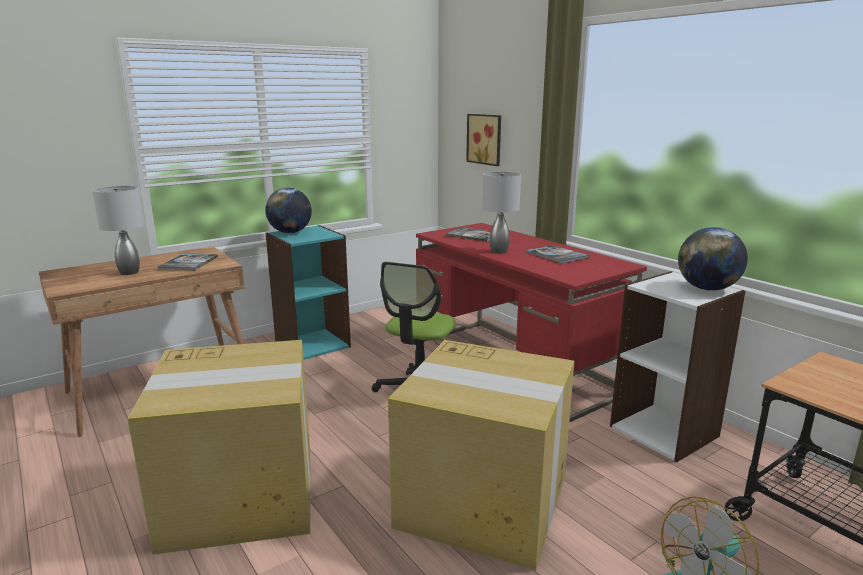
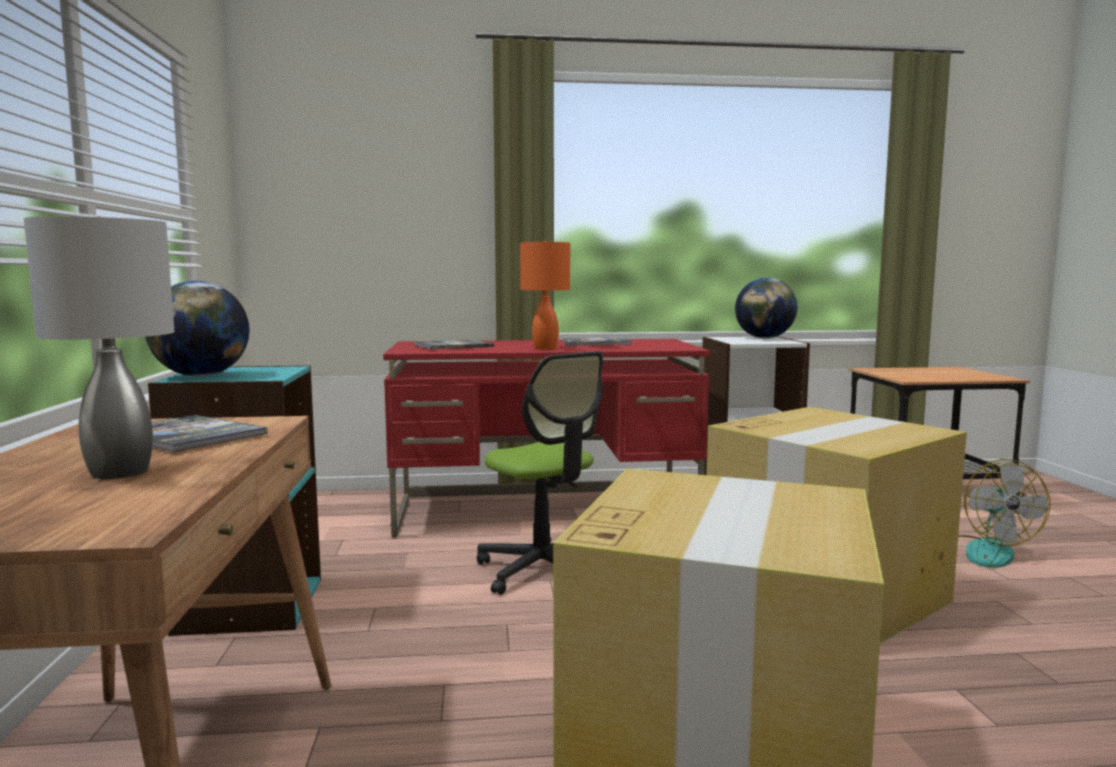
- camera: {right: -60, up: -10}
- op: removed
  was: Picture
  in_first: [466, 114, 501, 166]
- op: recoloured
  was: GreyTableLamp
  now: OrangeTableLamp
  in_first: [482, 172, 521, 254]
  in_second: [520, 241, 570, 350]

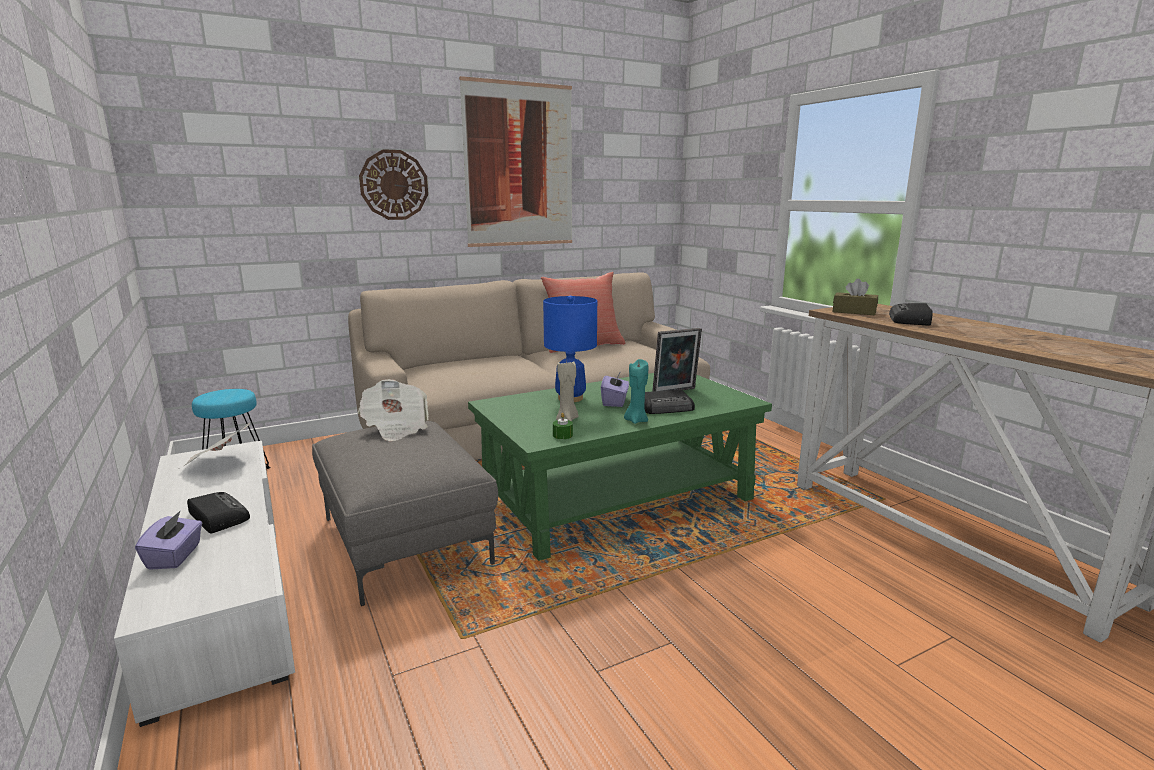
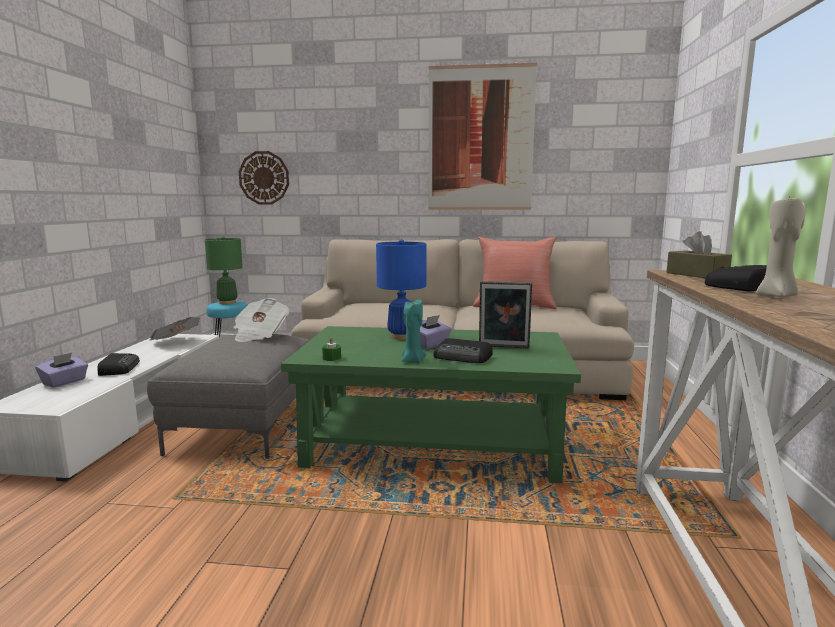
- camera: {right: 35, up: -5}
- op: added
  now: GreenTableLamp
  in_second: [205, 236, 243, 304]
- op: moved
  was: WallClock
  in_first: [359, 149, 428, 220]
  in_second: [239, 151, 289, 205]
- op: moved
  was: BeigeCandle
  in_first: [556, 360, 579, 421]
  in_second: [756, 198, 805, 297]

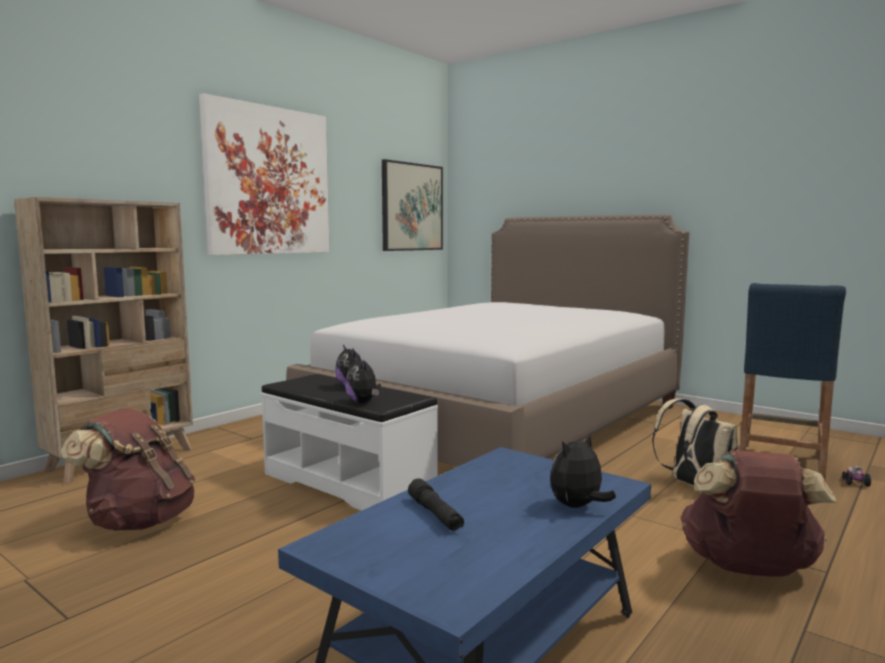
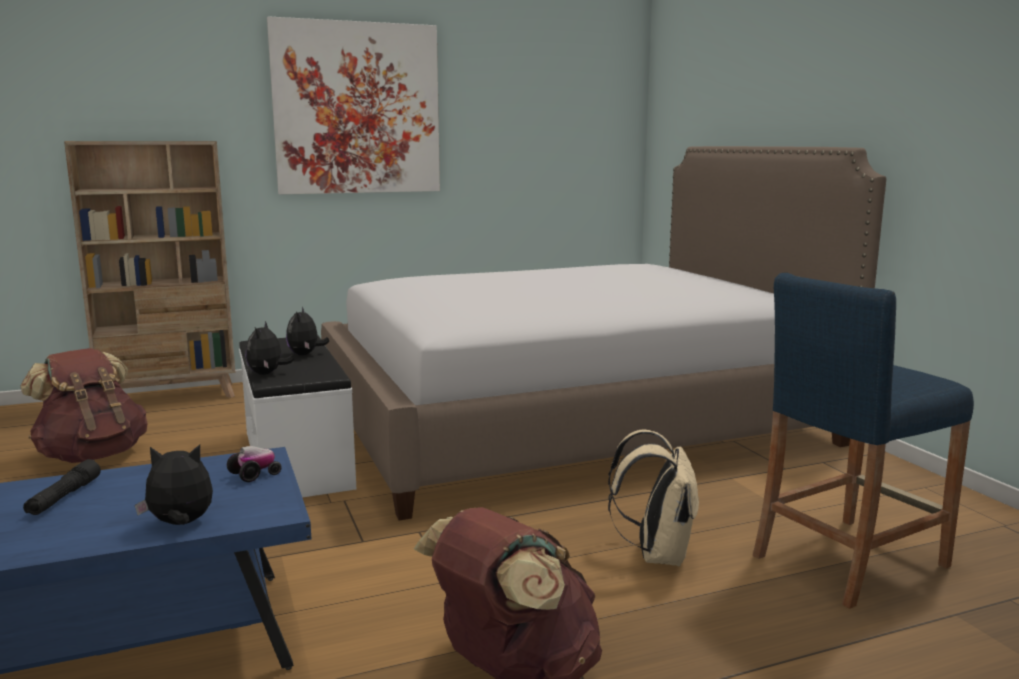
- camera: {right: 30, up: 5}
- op: removed
  was: Picture
  in_first: [382, 159, 443, 251]
- op: moved
  was: ToyCar
  in_first: [842, 466, 871, 487]
  in_second: [227, 446, 282, 482]

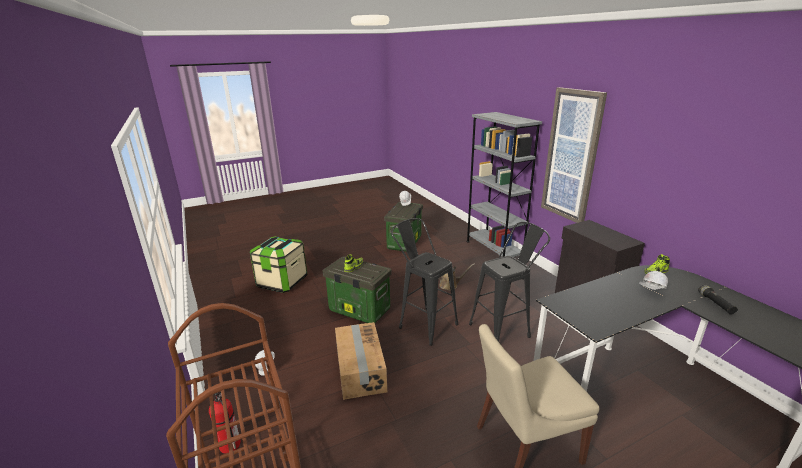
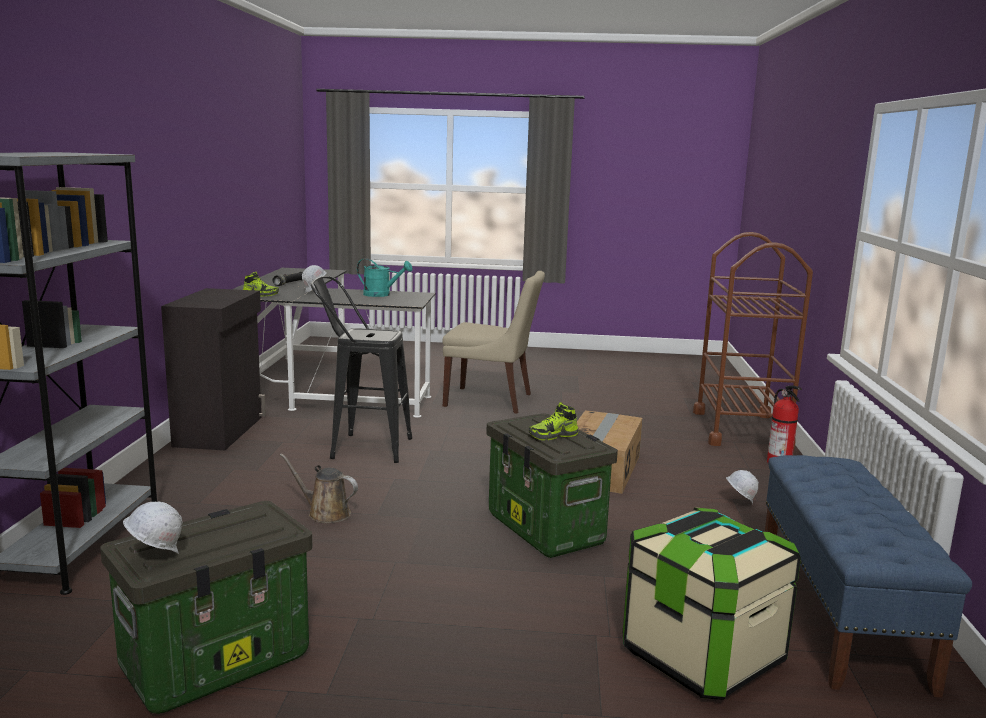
- camera: {right: -150, up: -10}
- op: removed
  was: BlackStool
  in_first: [391, 218, 458, 346]
- op: removed
  was: Picture
  in_first: [541, 87, 607, 223]
- op: added
  now: TurquoiseWateringCan
  in_second: [357, 258, 413, 297]
- op: added
  now: BlueBench
  in_second: [765, 455, 972, 698]

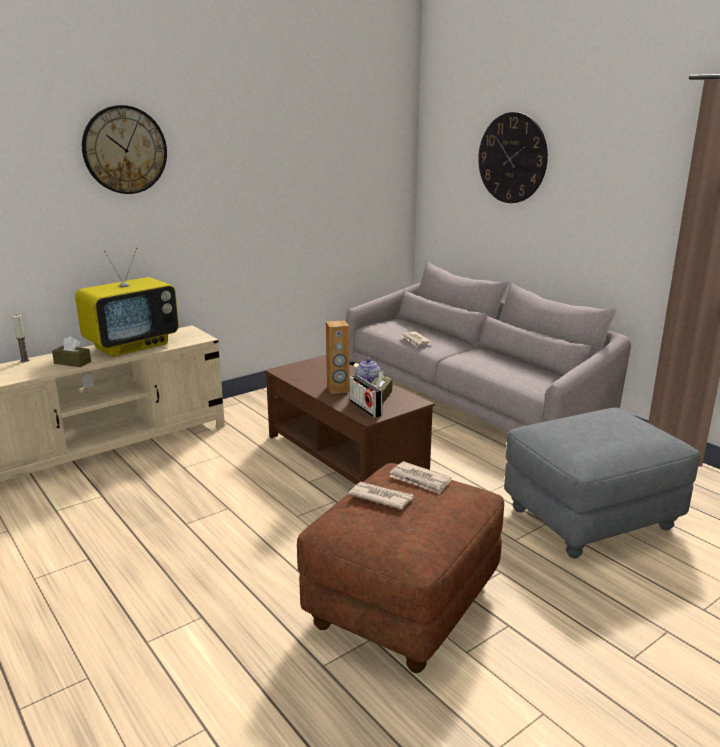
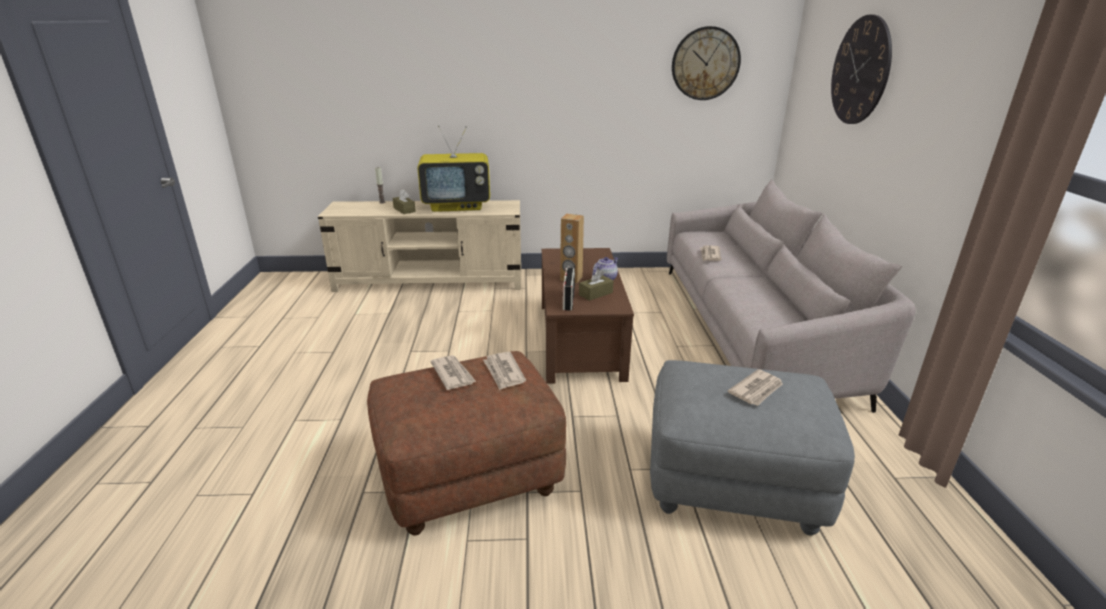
- camera: {right: 35, up: 5}
- op: added
  now: Newspaper
  in_second: [727, 369, 783, 406]
- op: moved
  was: WallClock
  in_first: [82, 105, 167, 194]
  in_second: [672, 26, 741, 100]

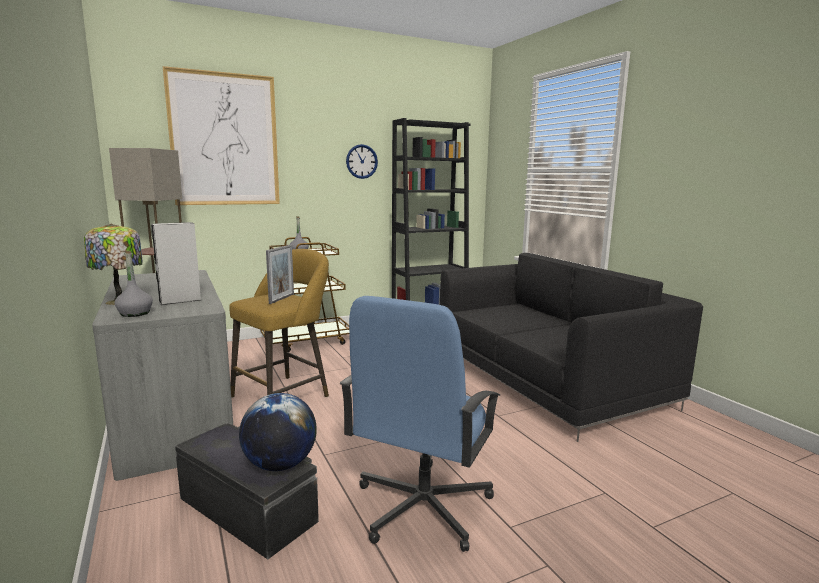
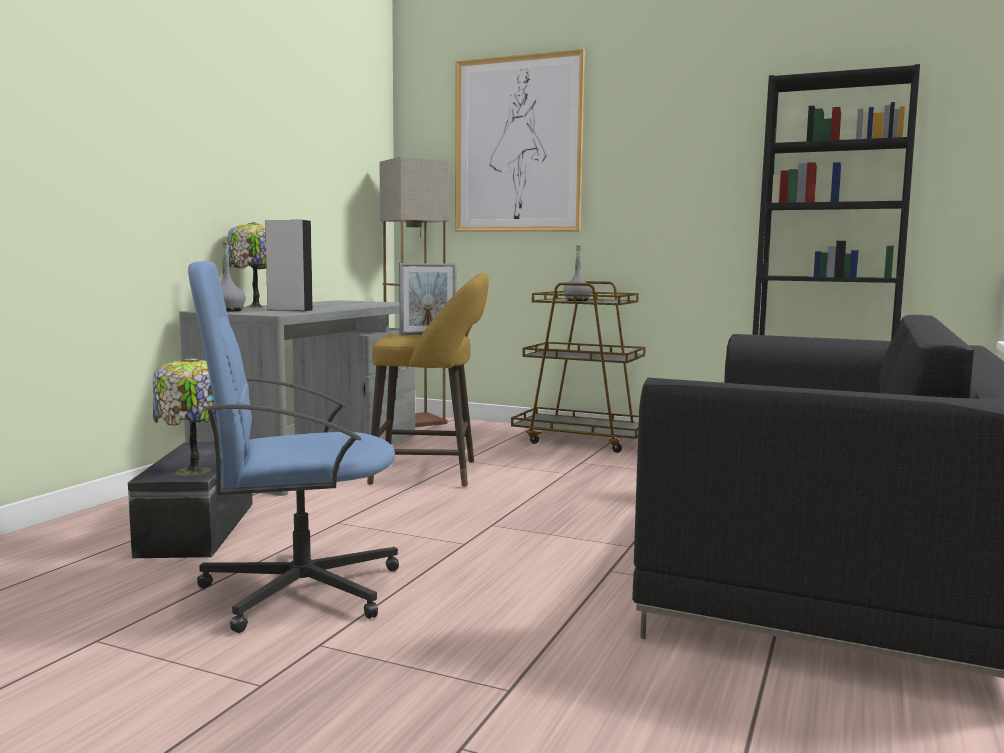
- camera: {right: 50, up: -5}
- op: removed
  was: WallClock
  in_first: [346, 144, 378, 179]
- op: replaced
  was: Globe
  now: TableLamp
  in_first: [239, 393, 317, 471]
  in_second: [153, 357, 218, 476]

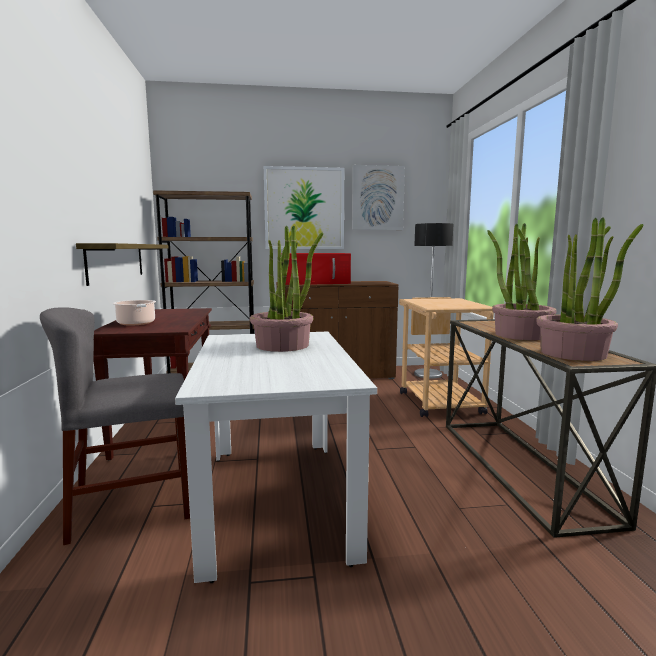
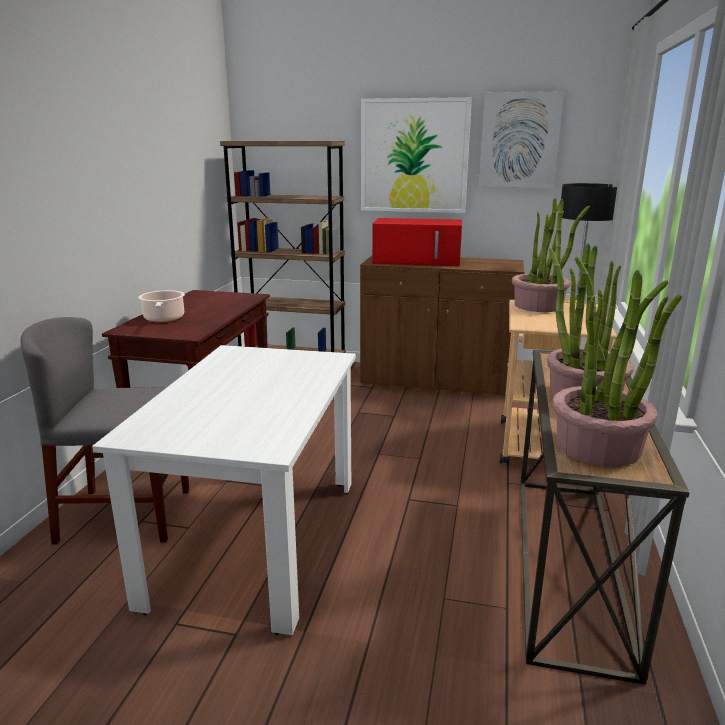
- camera: {right: 20, up: 10}
- op: removed
  was: Shelf
  in_first: [76, 243, 169, 286]
- op: moved
  was: PottedPlant
  in_first: [250, 225, 323, 352]
  in_second: [512, 198, 590, 312]

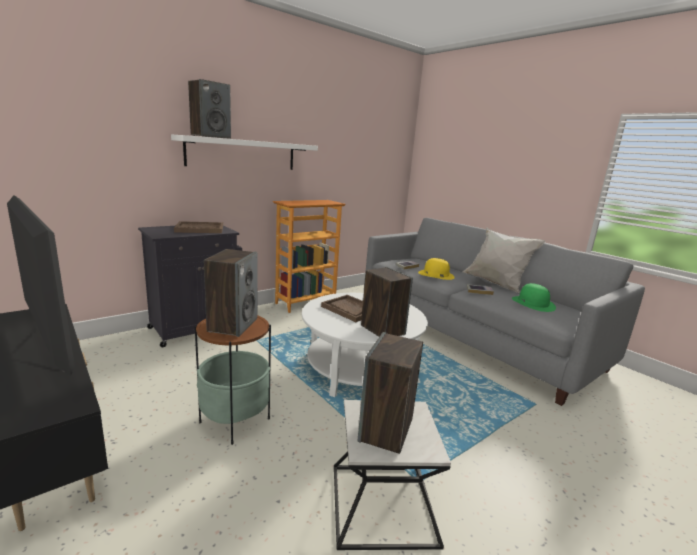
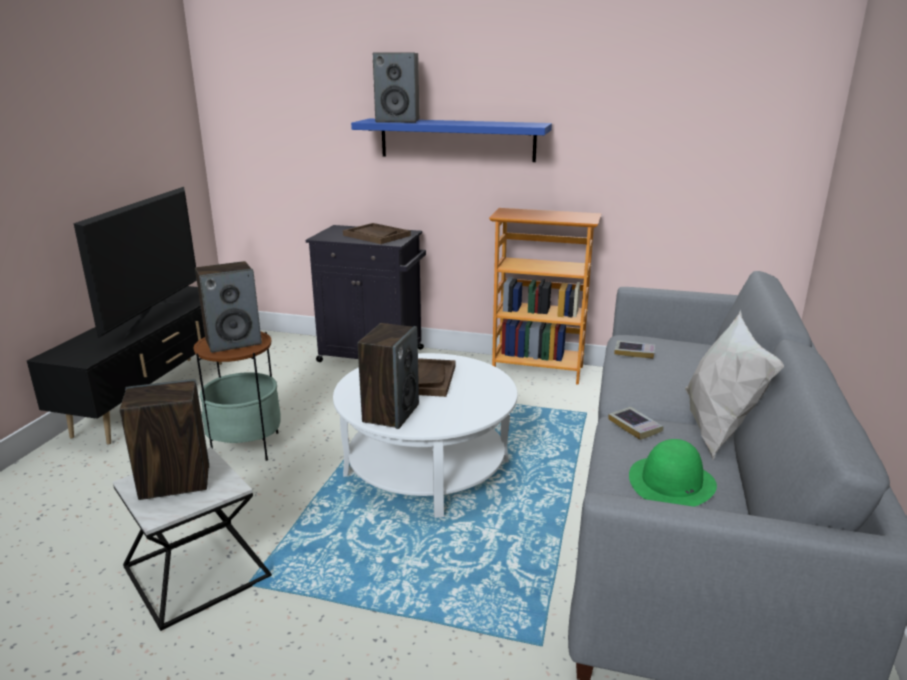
- camera: {right: 55, up: 5}
- op: removed
  was: YellowHat
  in_first: [418, 258, 455, 280]
- op: recoloured
  was: WhiteShelf
  now: BlueShelf
  in_first: [171, 134, 318, 170]
  in_second: [351, 119, 552, 162]

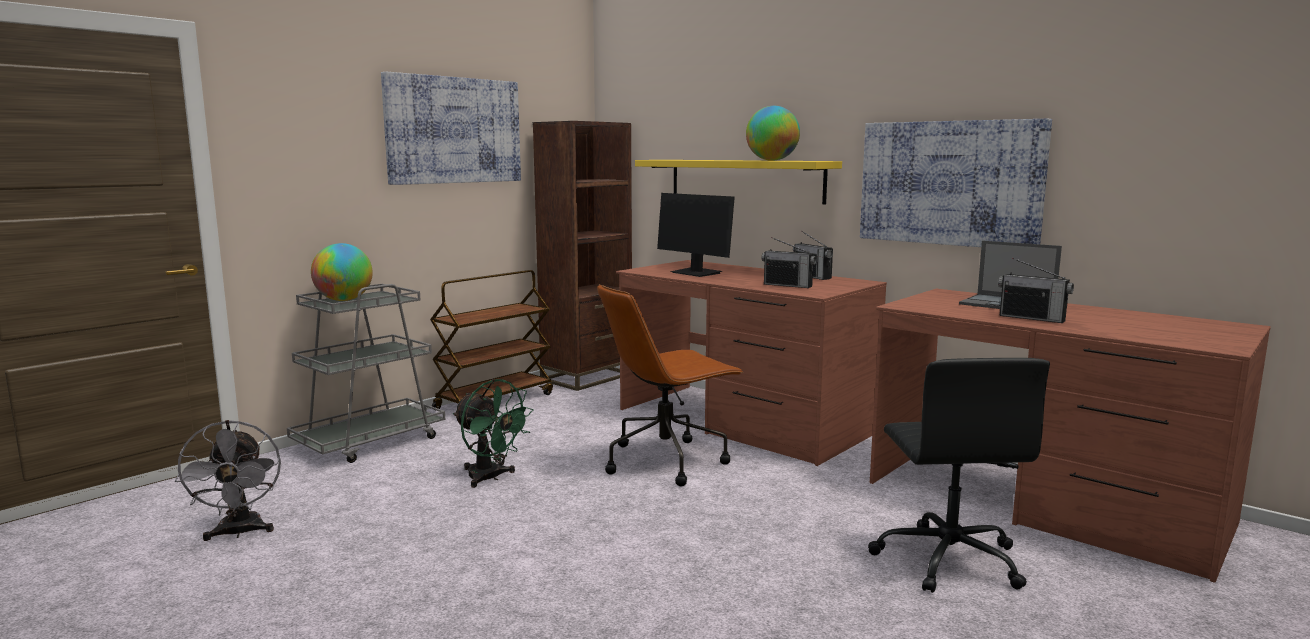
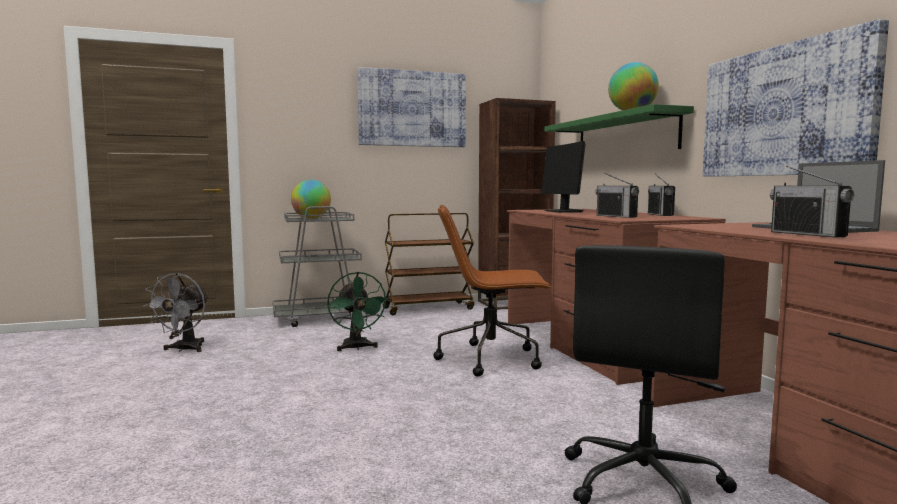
- camera: {right: 30, up: -5}
- op: recoloured
  was: YellowShelf
  now: GreenShelf
  in_first: [635, 160, 842, 204]
  in_second: [544, 104, 694, 149]

